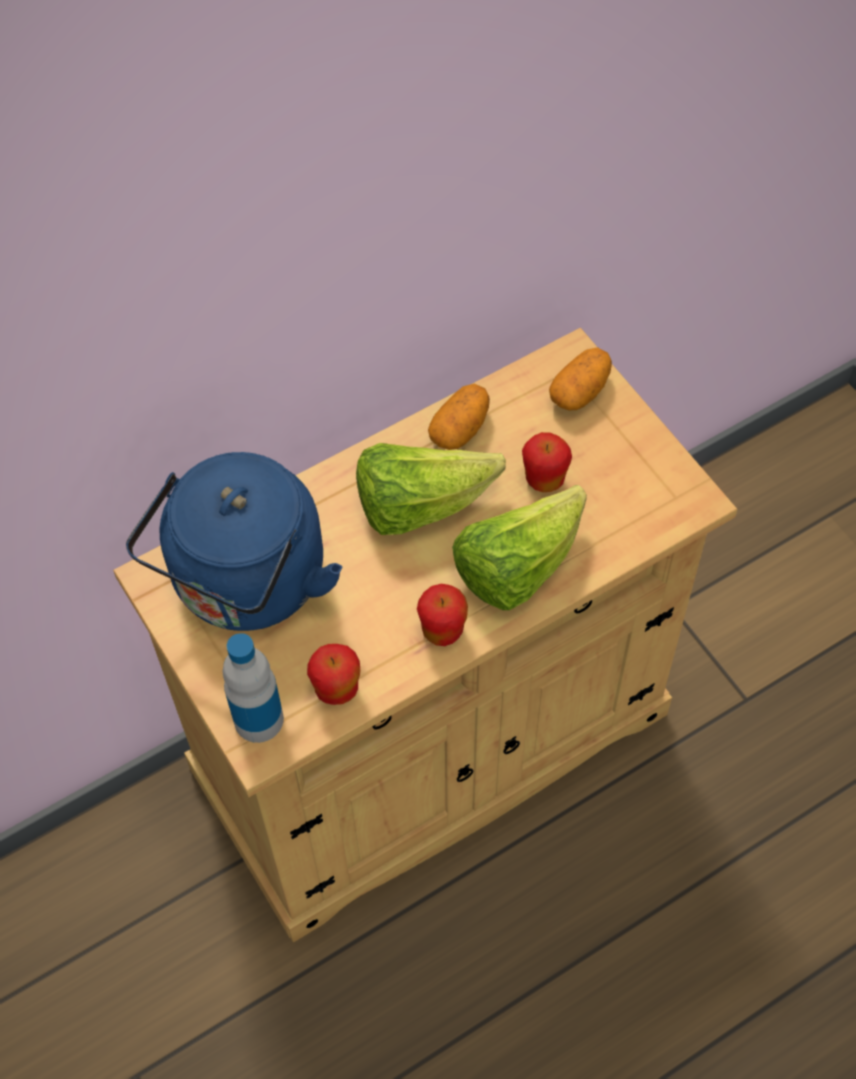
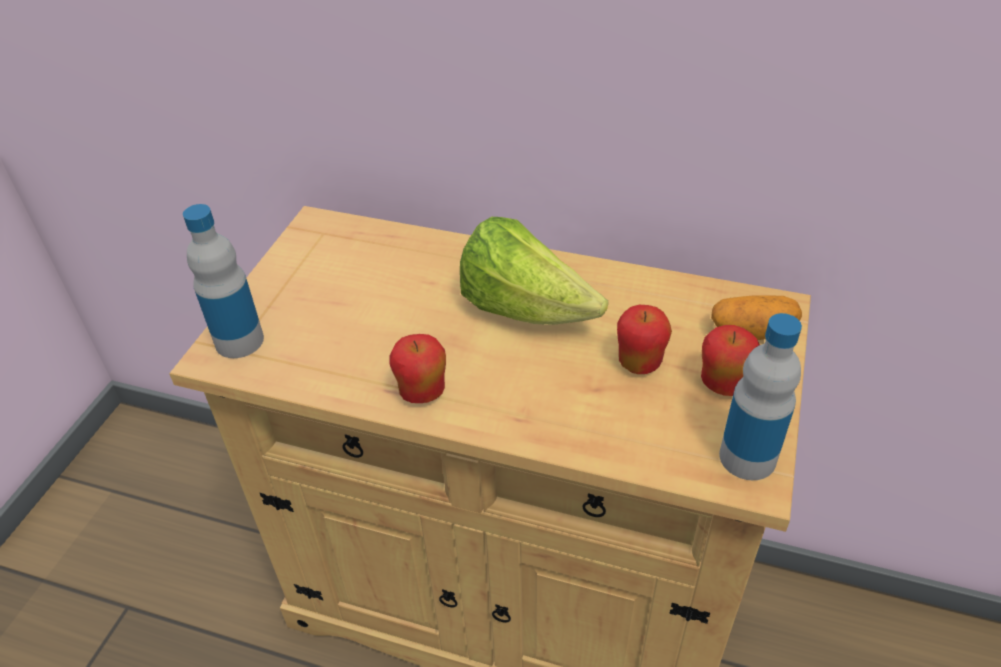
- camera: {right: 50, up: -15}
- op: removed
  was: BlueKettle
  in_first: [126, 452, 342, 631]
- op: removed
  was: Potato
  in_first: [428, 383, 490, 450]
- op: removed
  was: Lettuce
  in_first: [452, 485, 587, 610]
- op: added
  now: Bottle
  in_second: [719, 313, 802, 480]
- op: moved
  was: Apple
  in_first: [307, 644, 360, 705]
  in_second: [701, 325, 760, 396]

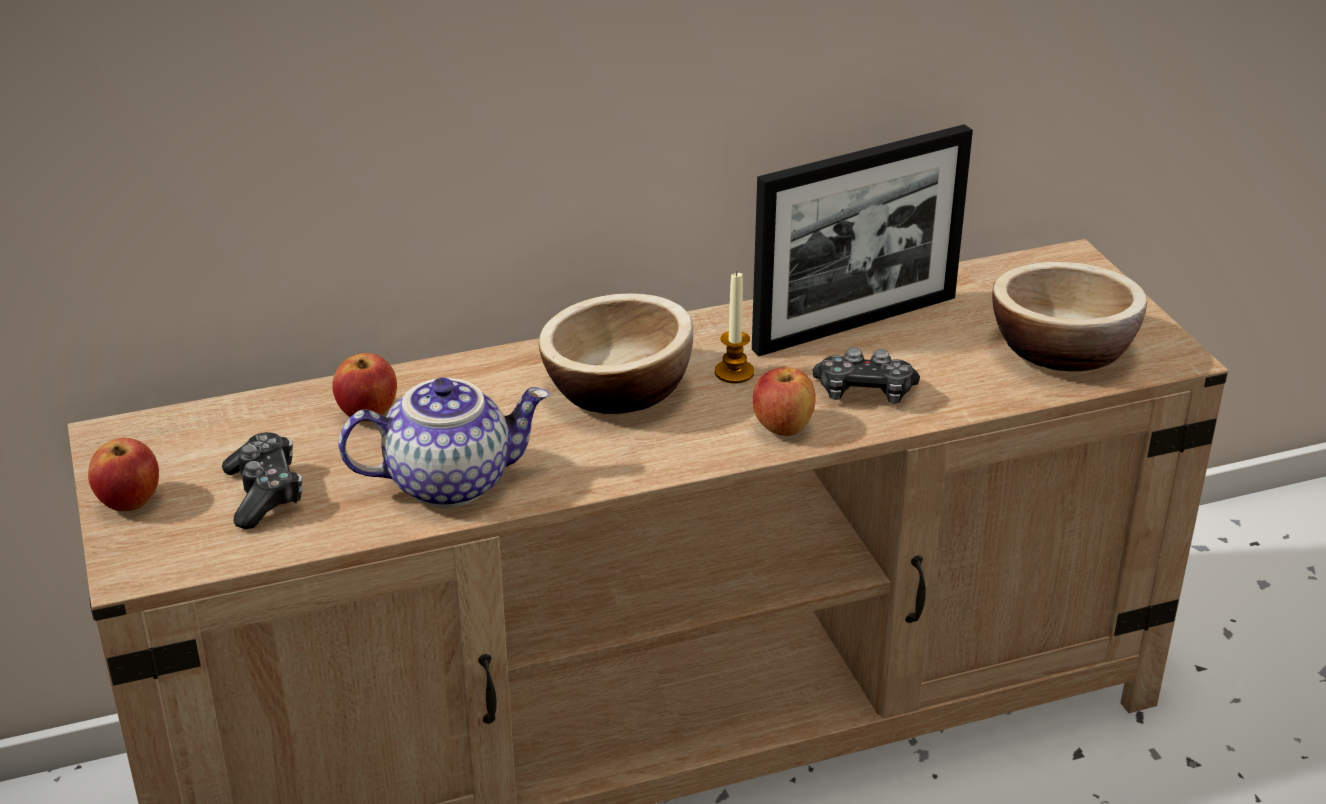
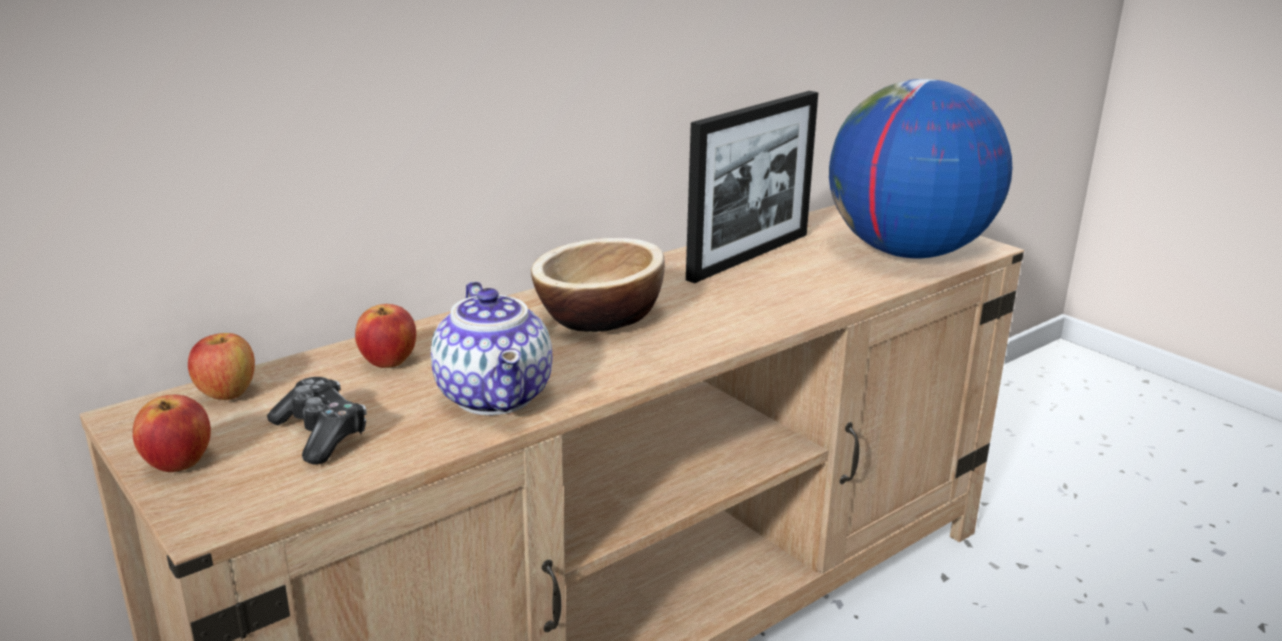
- camera: {right: -20, up: -10}
- op: removed
  was: Candle
  in_first: [715, 271, 754, 383]
- op: removed
  was: GameController
  in_first: [812, 347, 920, 404]
- op: moved
  was: Apple
  in_first: [753, 368, 816, 436]
  in_second: [188, 333, 255, 400]
- op: replaced
  was: Bowl
  now: Globe
  in_first: [992, 262, 1147, 371]
  in_second: [829, 79, 1012, 258]
- op: turned
  was: Teapot
  in_first: [338, 377, 550, 508]
  in_second: [431, 281, 552, 415]
  clockwise: 105

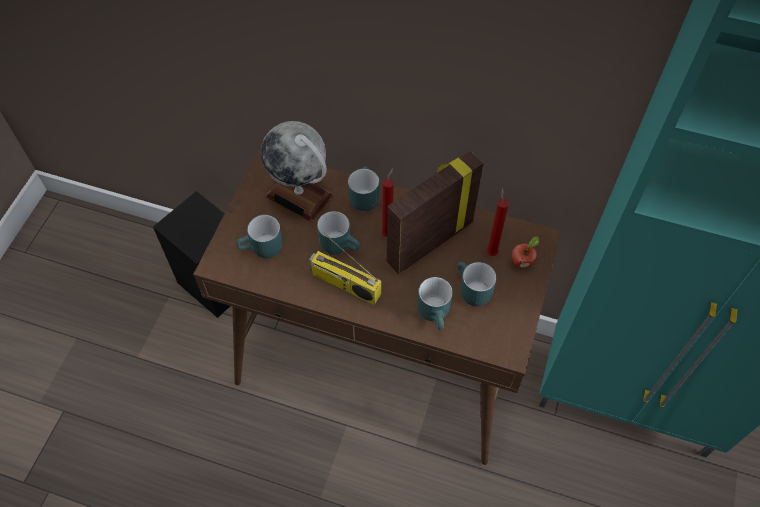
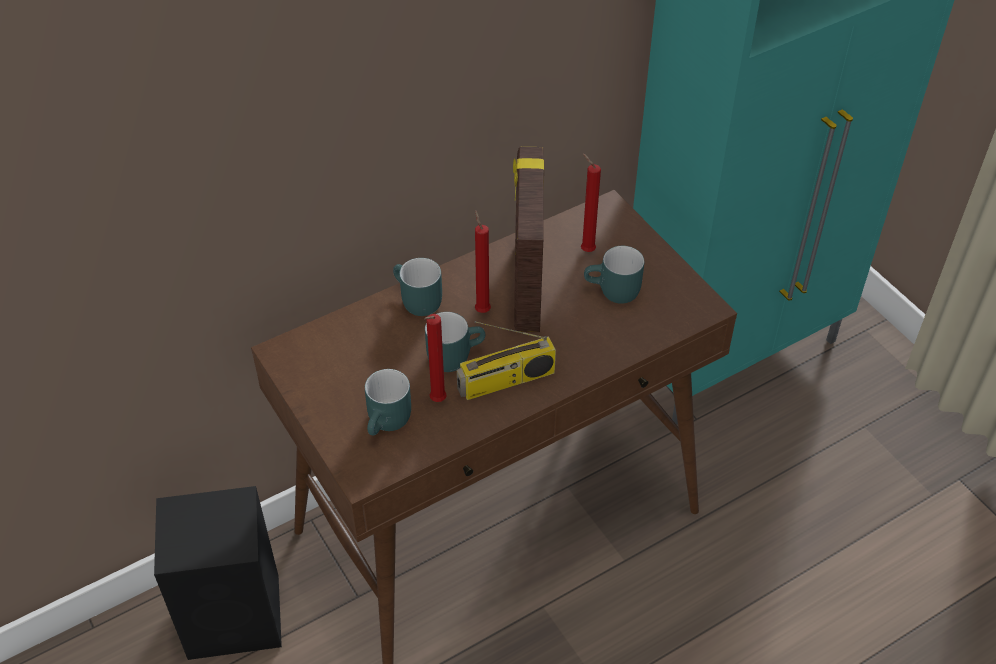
- camera: {right: -50, up: -10}
- op: removed
  was: Globe
  in_first: [261, 121, 333, 222]
- op: removed
  was: TurquoiseMug
  in_first: [417, 277, 453, 330]
- op: removed
  was: Apple
  in_first: [512, 236, 539, 268]
- op: added
  now: RedCandle
  in_second: [424, 314, 446, 402]

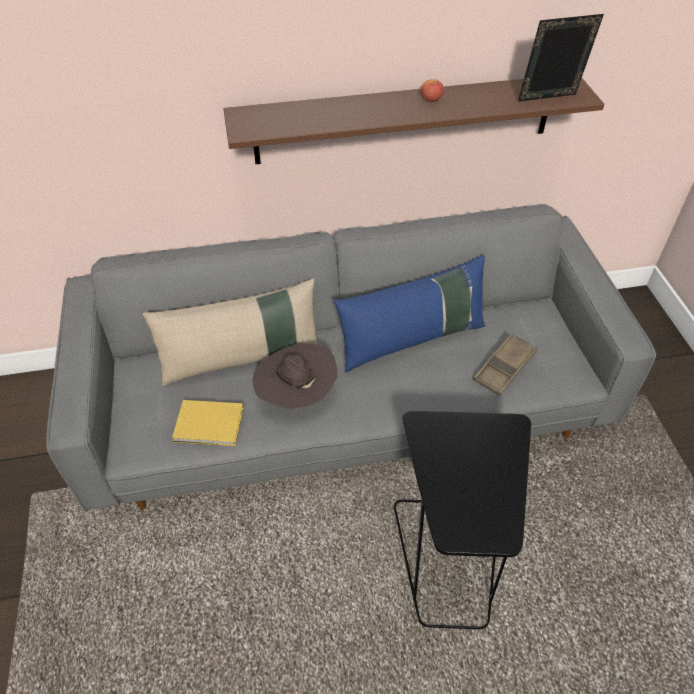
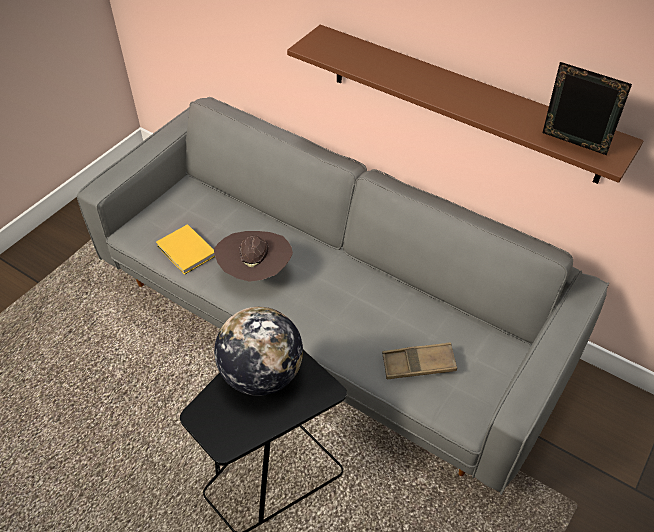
- camera: {right: 45, up: 0}
- op: removed
  was: BeigePillow
  in_first: [143, 278, 318, 386]
- op: removed
  was: BluePillow
  in_first: [334, 255, 485, 373]
- op: removed
  was: Apple
  in_first: [421, 79, 444, 102]
- op: added
  now: Globe
  in_second: [214, 307, 303, 396]

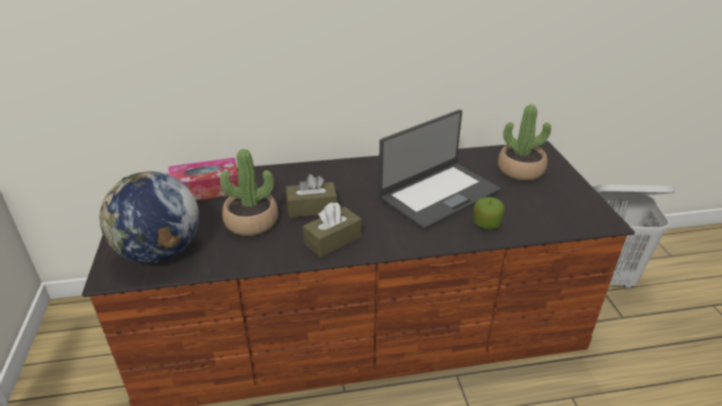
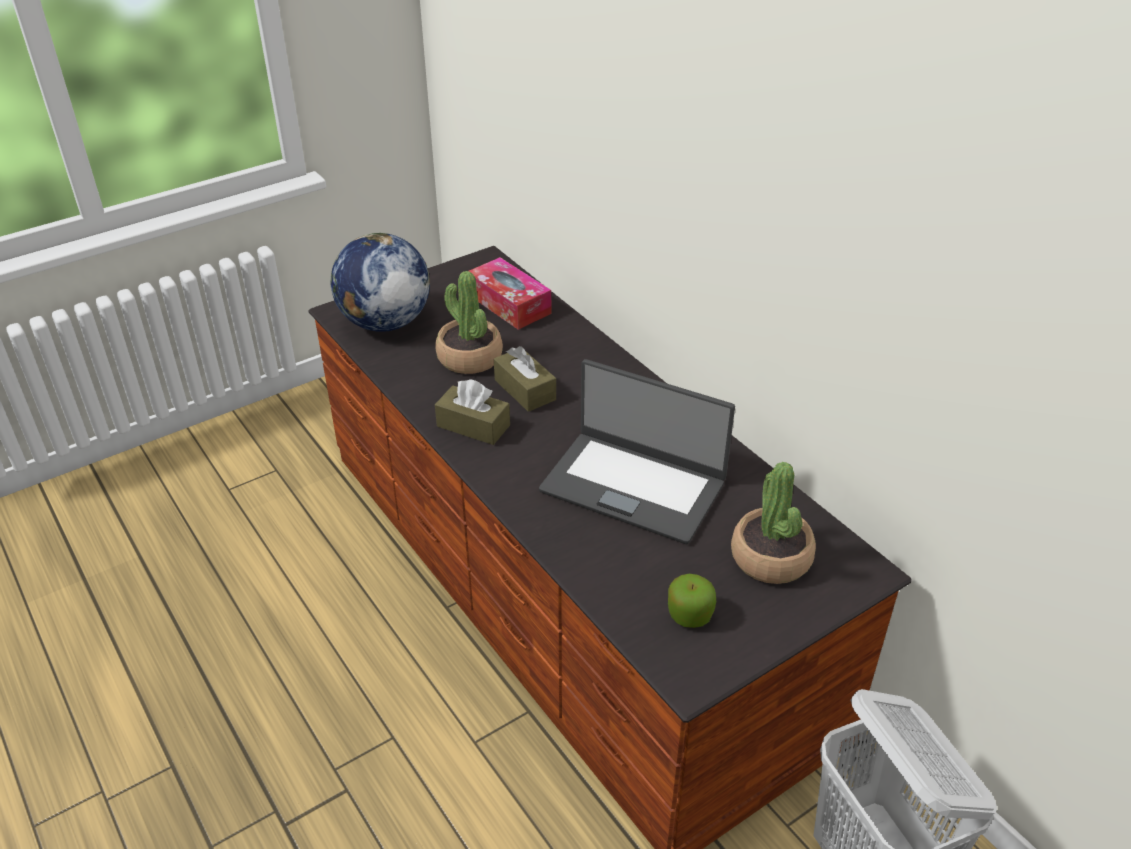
- camera: {right: 65, up: 5}
- op: moved
  was: Apple
  in_first: [473, 197, 504, 229]
  in_second: [668, 574, 716, 628]

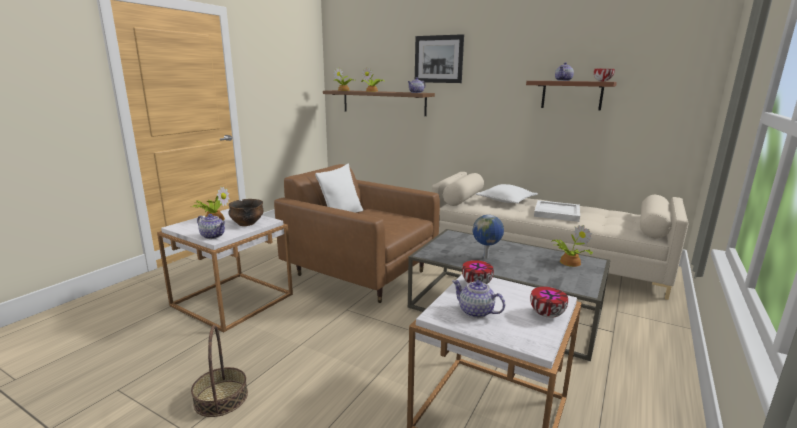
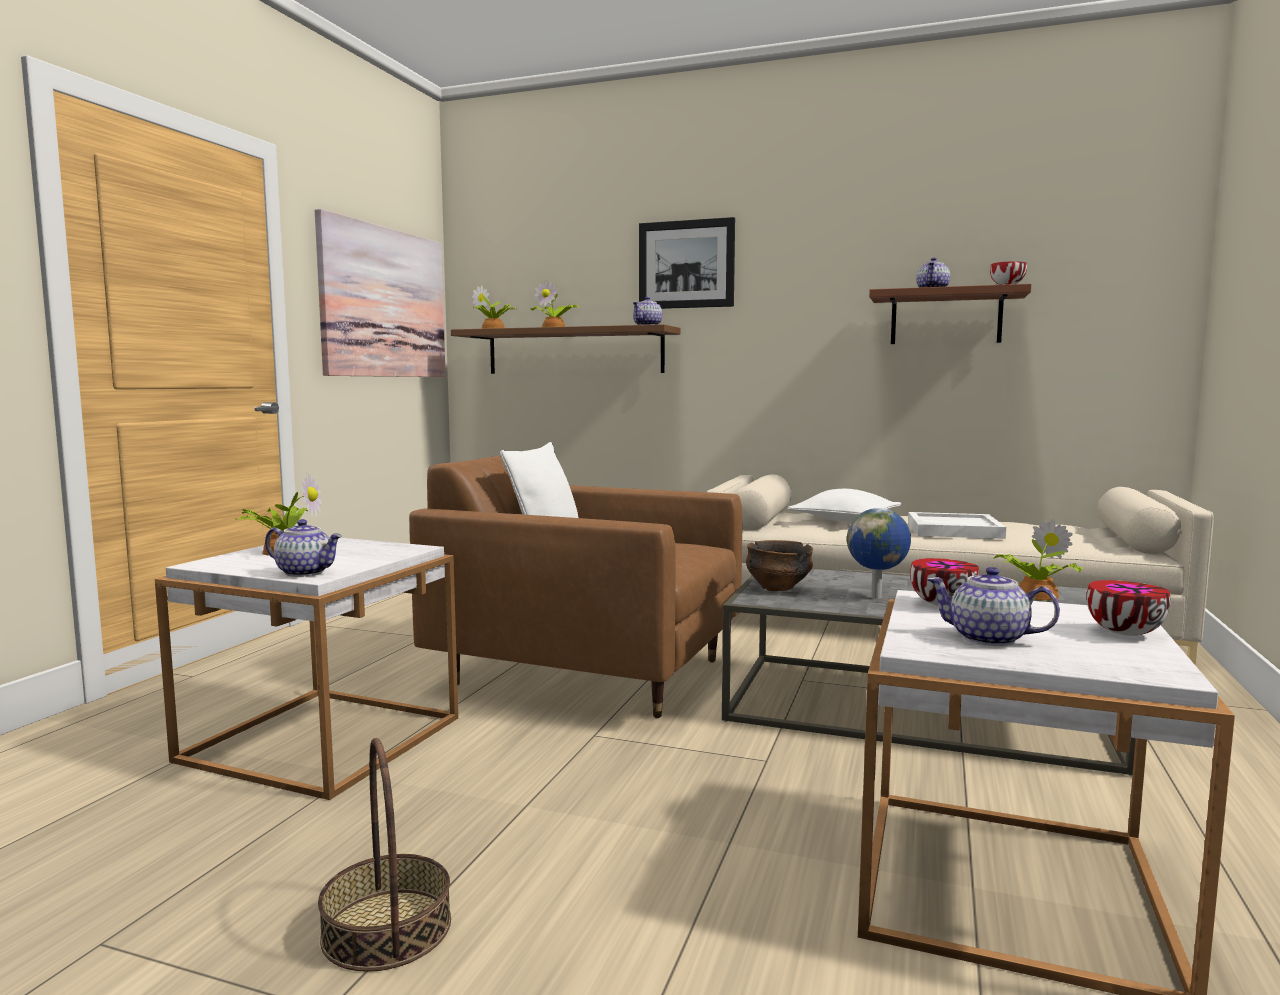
- camera: {right: -10, up: -10}
- op: added
  now: Picture
  in_second: [315, 209, 446, 377]
- op: moved
  was: Bowl
  in_first: [228, 199, 264, 226]
  in_second: [746, 540, 813, 591]

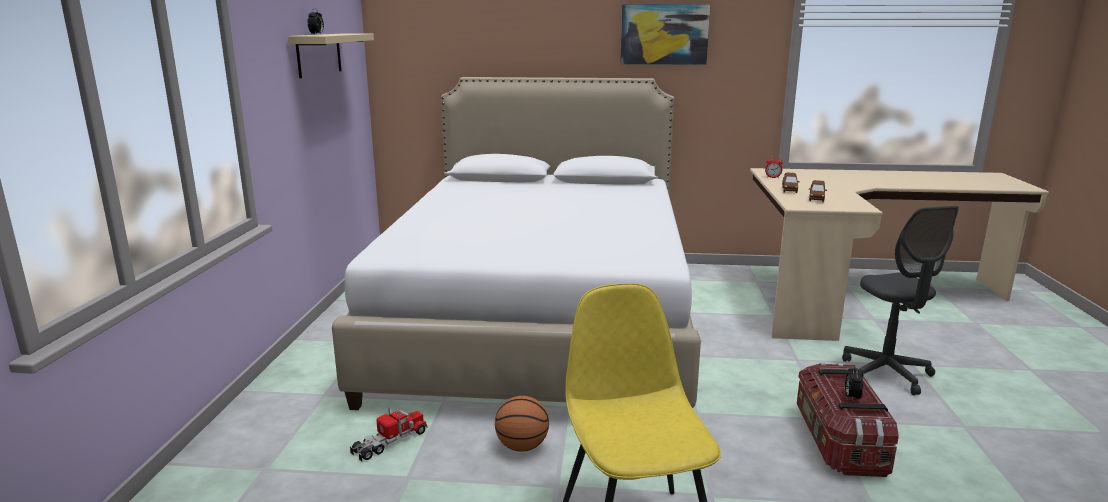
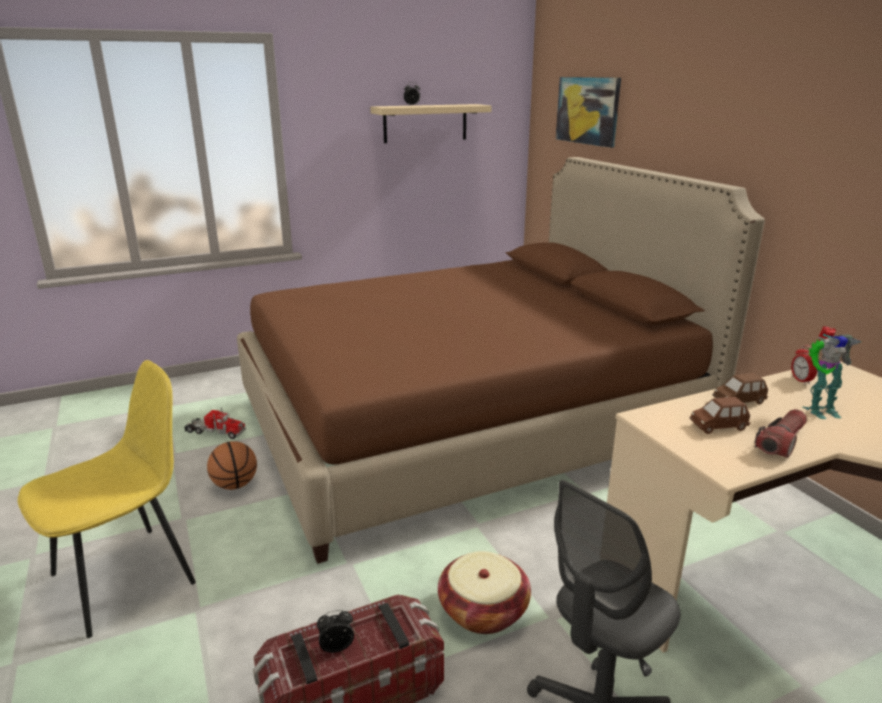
- camera: {right: 60, up: 5}
- op: added
  now: Basket
  in_second: [438, 551, 531, 634]
- op: added
  now: Flashlight
  in_second: [754, 409, 807, 458]
- op: added
  now: ToyRobot
  in_second: [802, 326, 861, 419]
- op: moved
  was: Picture
  in_first: [620, 4, 710, 65]
  in_second: [556, 77, 621, 148]
- op: recoloured
  was: WhiteBed
  now: BrownBed
  in_first: [332, 77, 701, 410]
  in_second: [237, 157, 765, 564]

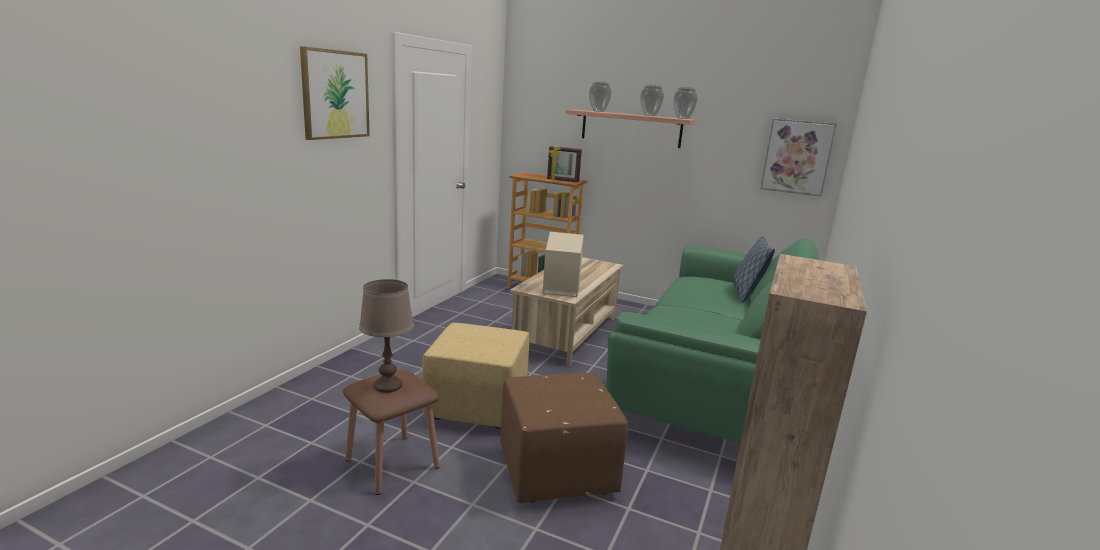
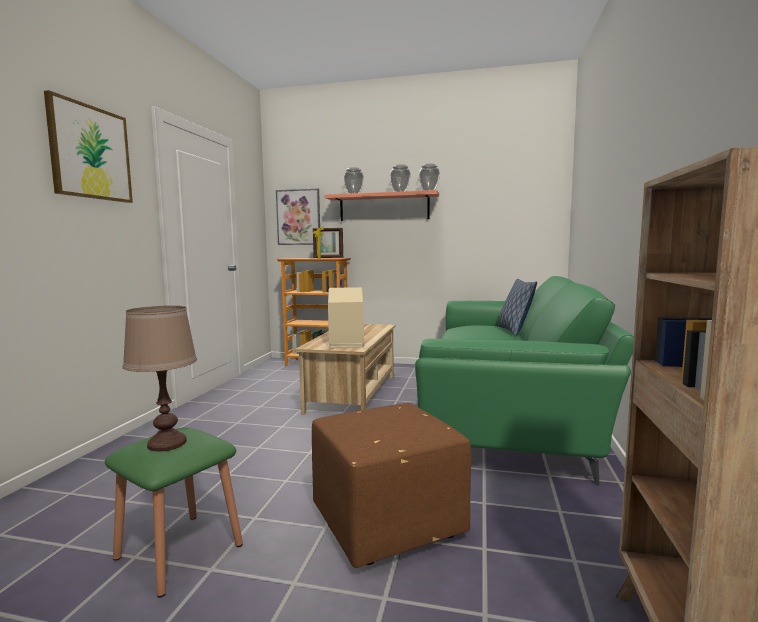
- camera: {right: -10, up: -10}
- op: removed
  was: YellowOttoman
  in_first: [422, 323, 529, 429]
- op: moved
  was: Picture
  in_first: [760, 118, 837, 197]
  in_second: [276, 189, 320, 245]
- op: recoloured
  was: BrownStool
  now: GreenStool
  in_first: [343, 370, 440, 495]
  in_second: [105, 427, 243, 598]

